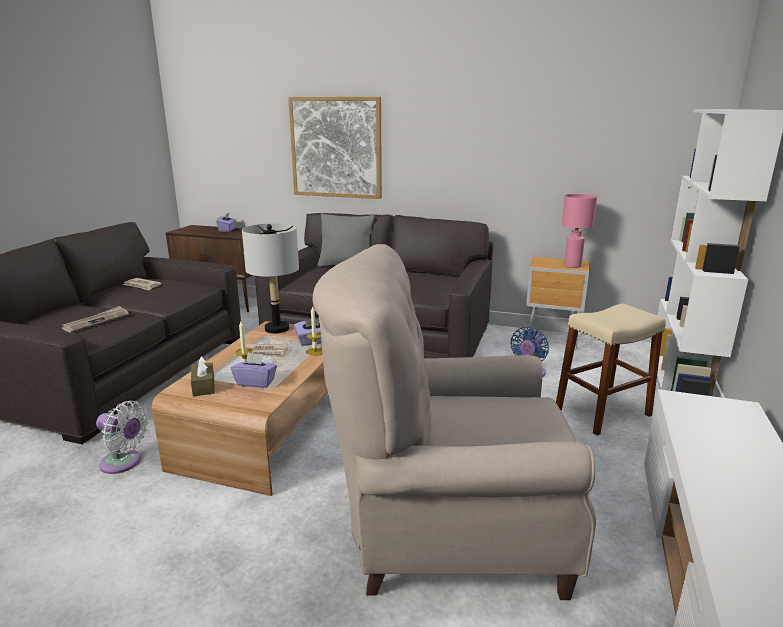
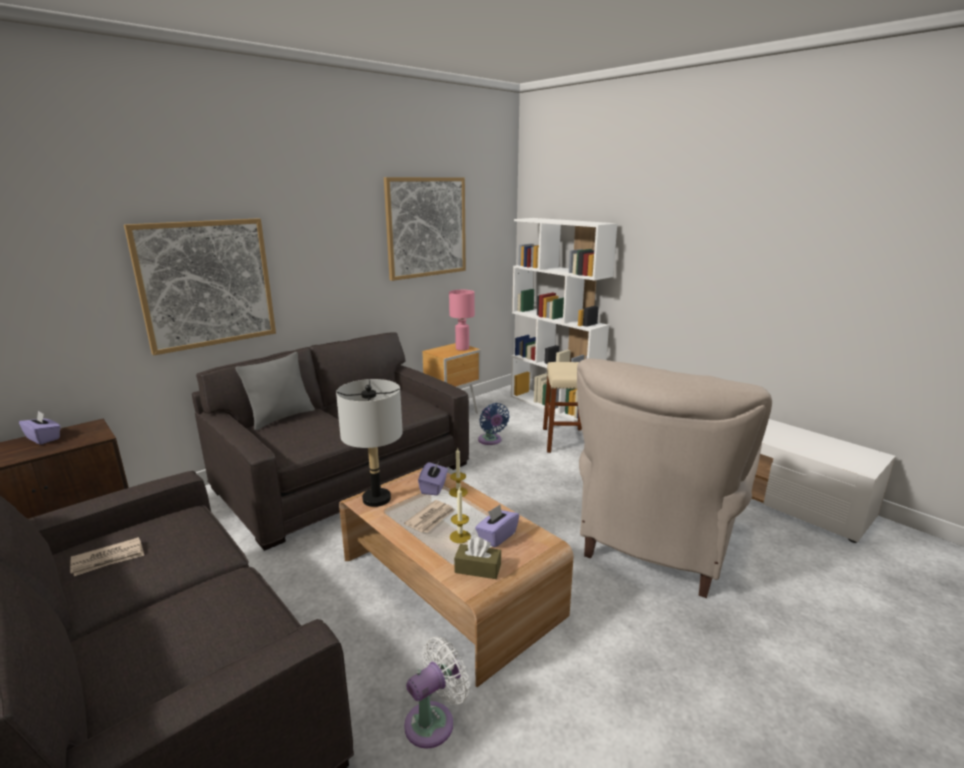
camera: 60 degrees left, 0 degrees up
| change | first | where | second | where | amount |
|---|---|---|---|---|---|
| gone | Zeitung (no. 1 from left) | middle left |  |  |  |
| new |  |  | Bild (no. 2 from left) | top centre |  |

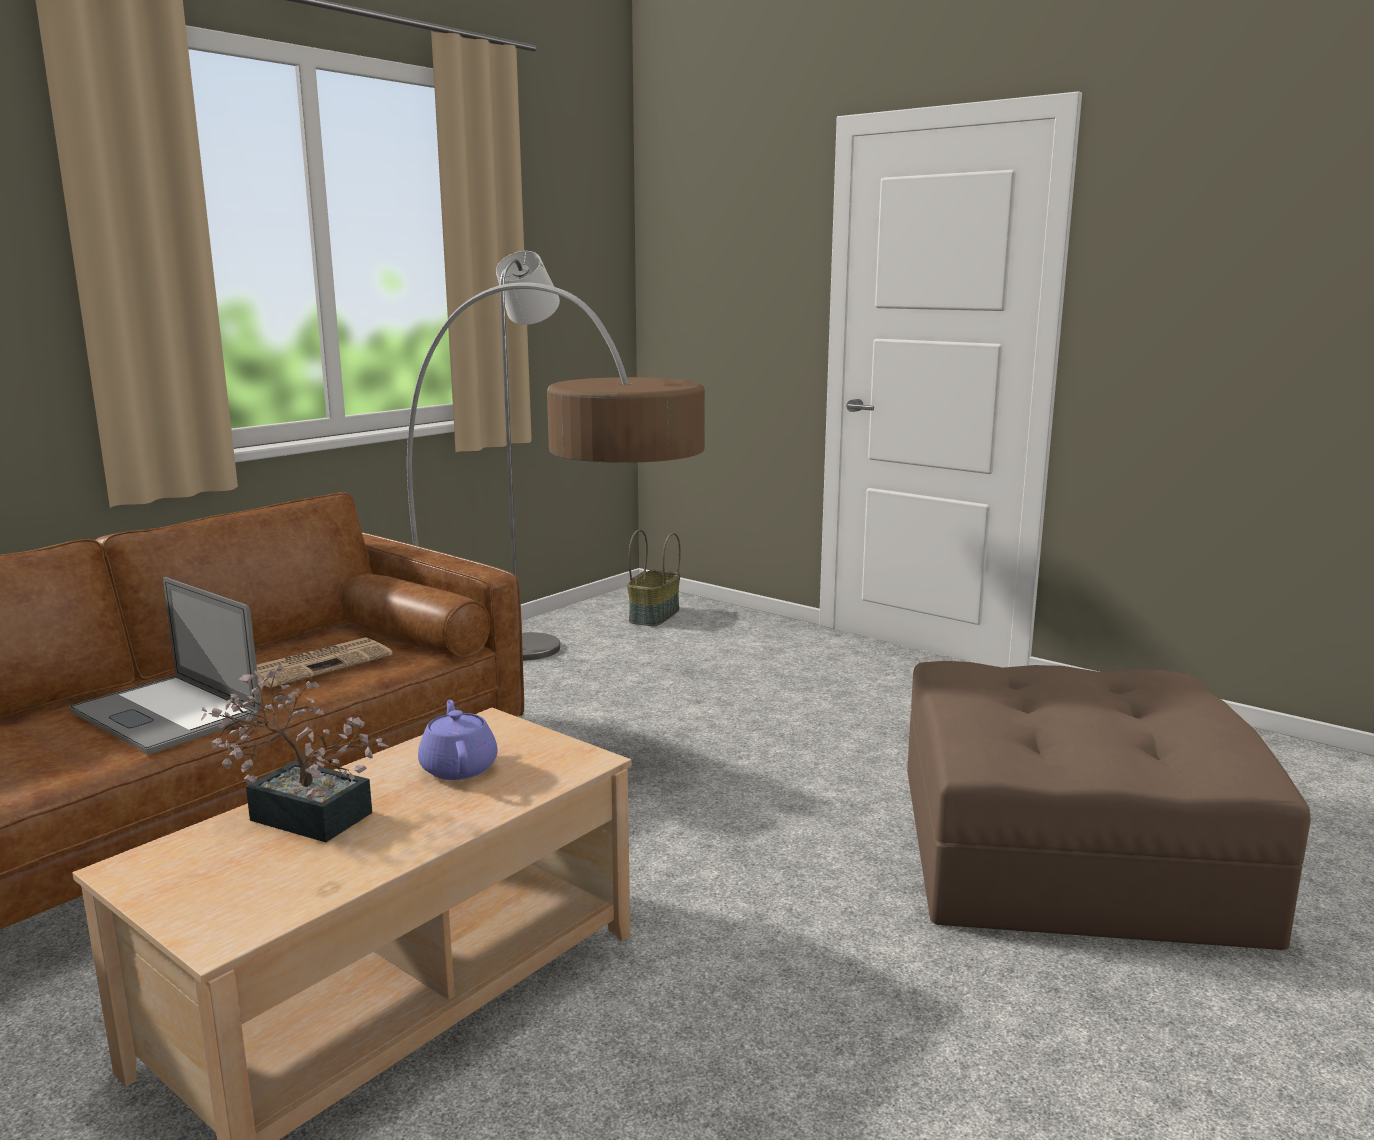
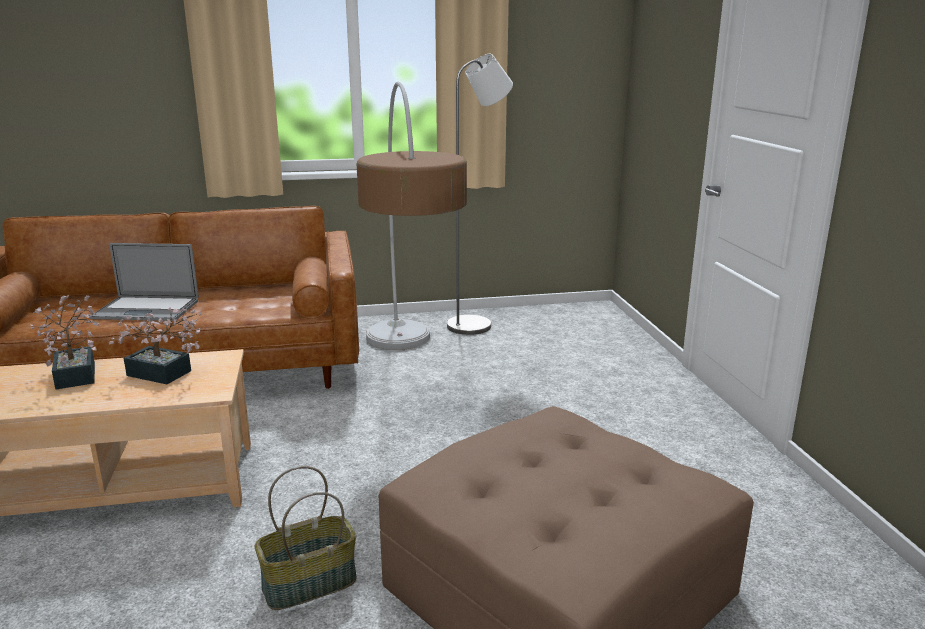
camera: 40 degrees right, 5 degrees up
| change | first | where | second | where | amount |
|---|---|---|---|---|---|
| rotated | Laptop | middle left |  | middle left | 75 degrees counterclockwise |
| gone | Zeitung | middle left |  |  |  |
| swapped | Teekanne/lila | centre | Topfpflanze (no. 2 from left) | middle left |  |
| shifted | Korb | centre |  | bottom left |  |

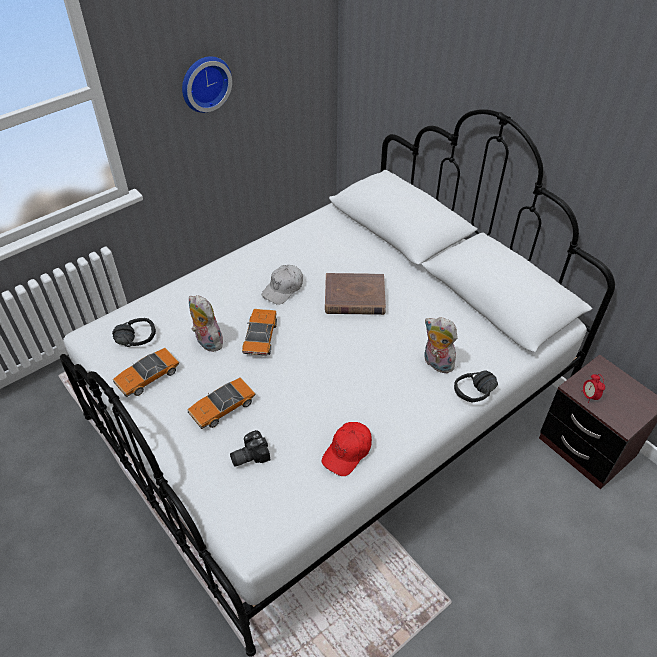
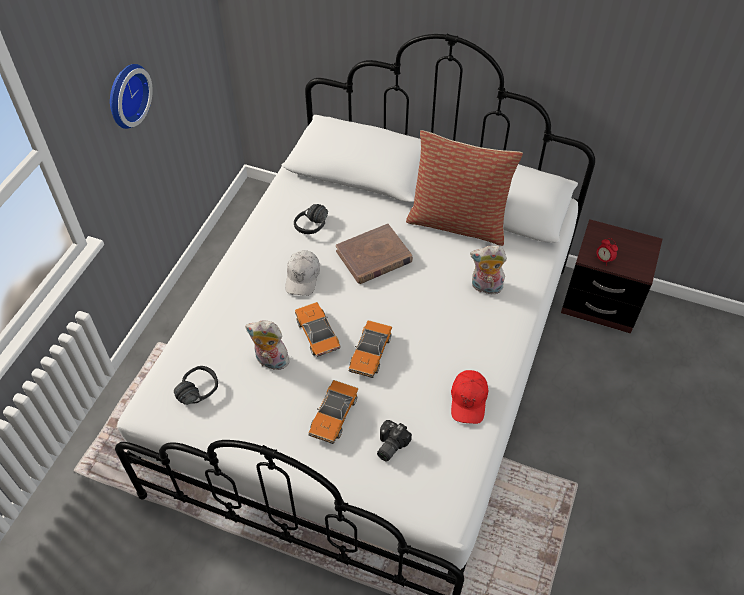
camera: 30 degrees left, 5 degrees up
| change | first | where | second | where | amount |
|---|---|---|---|---|---|
| shifted | Spielzeugauto (no. 1 from left in the first image) | middle left | Spielzeugauto (no. 3 from left) | centre |  |
| shifted | Kopfhörer/schwarz (no. 2 from left) | middle right |  | centre |  |
| new |  |  | Kissen | top centre |  |

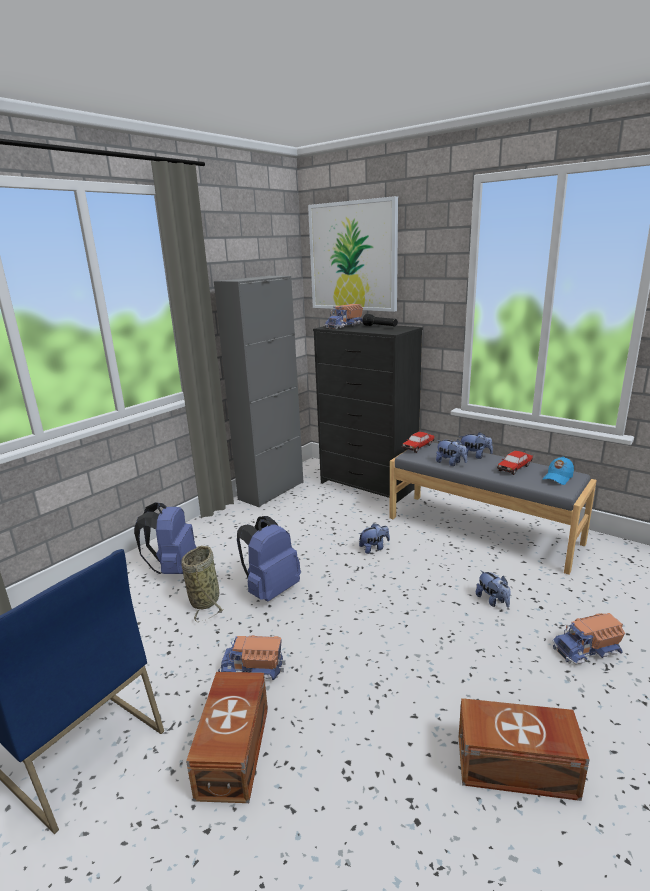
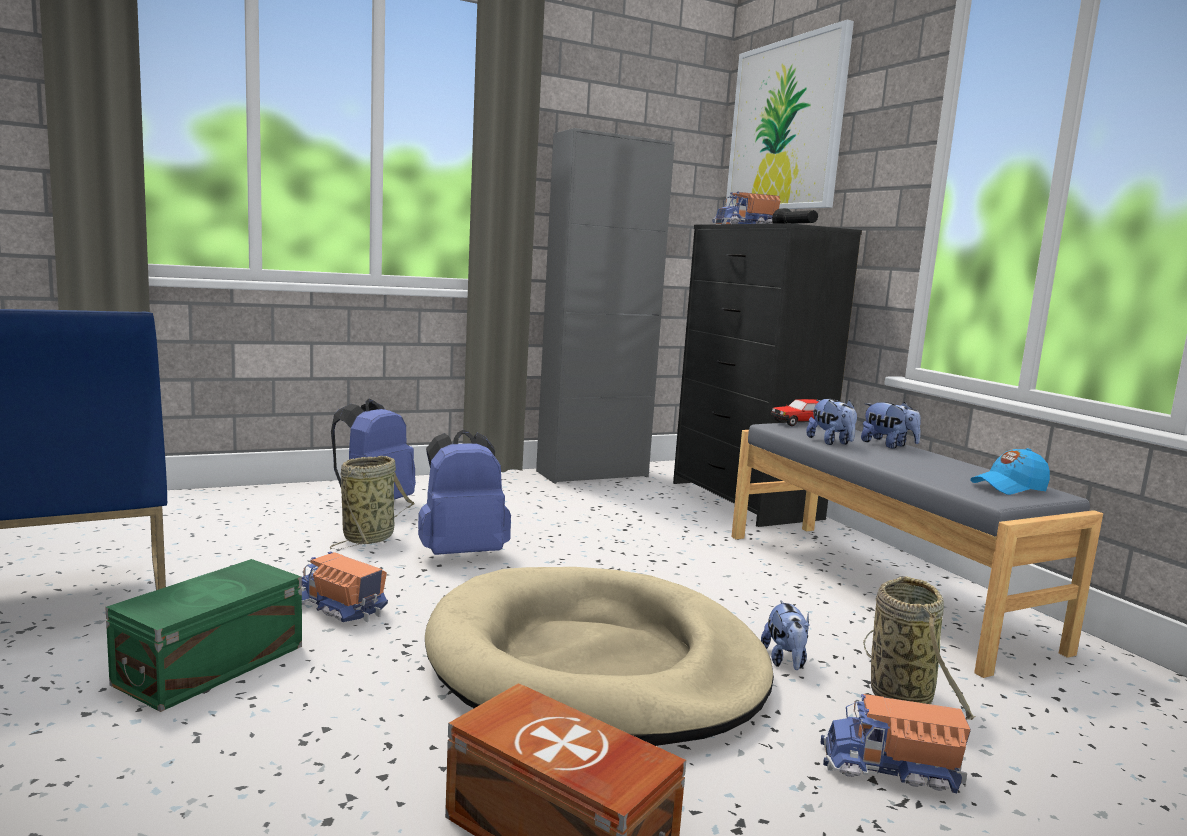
camera: 25 degrees right, 10 degrees down
| change | first | where | second | where | amount |
|---|---|---|---|---|---|
| repainted | Aufbewahrungsbox/braun (no. 1 from left) | bottom centre | Aufbewahrungsbox/grün | bottom left |  |
| gone | Plüschtier (no. 1 from left) | centre |  |  |  |
| gone | Spielzeugauto (no. 2 from left) | middle right |  |  |  |
| new |  |  | Hundebett/beige | bottom centre |  |
| new |  |  | Korb (no. 2 from left) | bottom right |  |

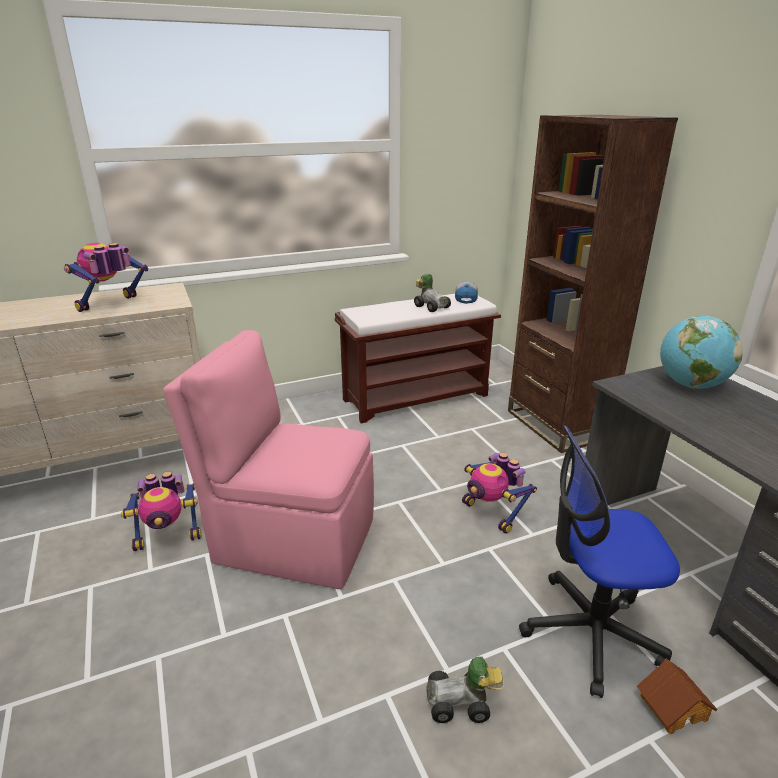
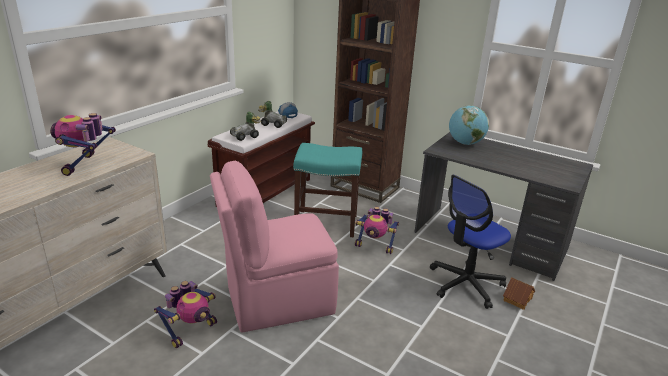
camera: 35 degrees left, 0 degrees up
| change | first | where | second | where | amount |
|---|---|---|---|---|---|
| shifted | Spielzeugauto (no. 2 from left in the first image) | bottom centre | Spielzeugauto (no. 1 from left) | centre |  |
| new |  |  | Hocker/türkis | centre |  |

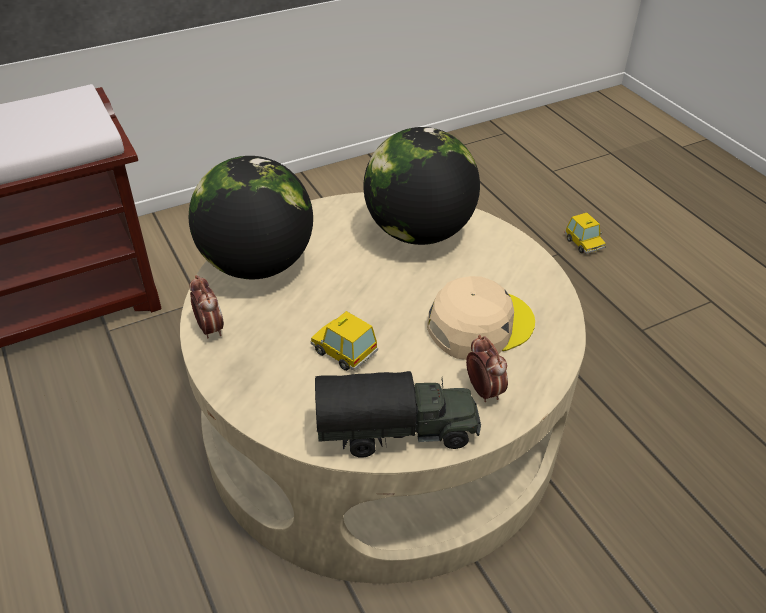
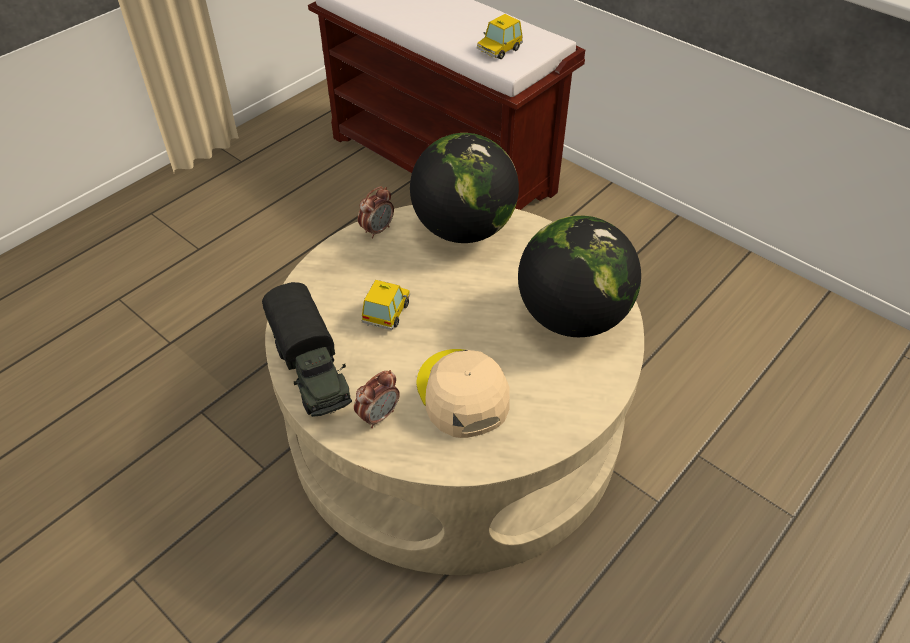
camera: 70 degrees right, 5 degrees up
| change | first | where | second | where | amount |
|---|---|---|---|---|---|
| rotated | Kappe/beige | centre |  | centre | 150 degrees counterclockwise |
| shifted | Spielzeugauto (no. 2 from left) | middle right |  | top centre |  |

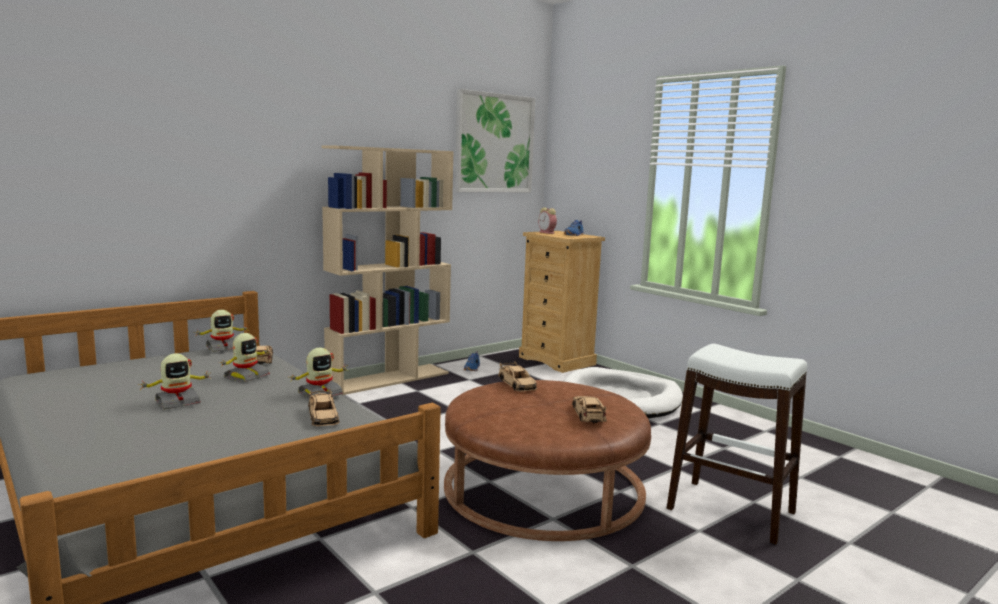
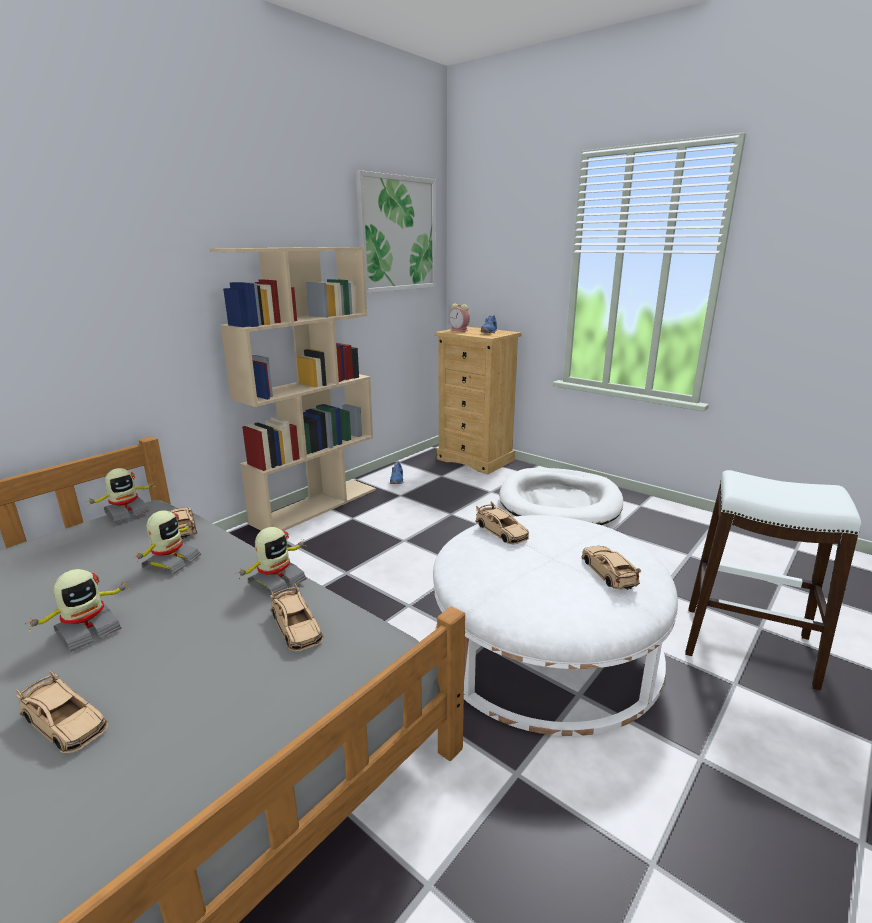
camera: 10 degrees left, 10 degrees up
| change | first | where | second | where | amount |
|---|---|---|---|---|---|
| repainted | Polsterhocker/braun | bottom centre | Polsterhocker/weiß | bottom centre |  |
| new |  |  | Spielzeugauto/beige (no. 1 from left) | bottom left |  |

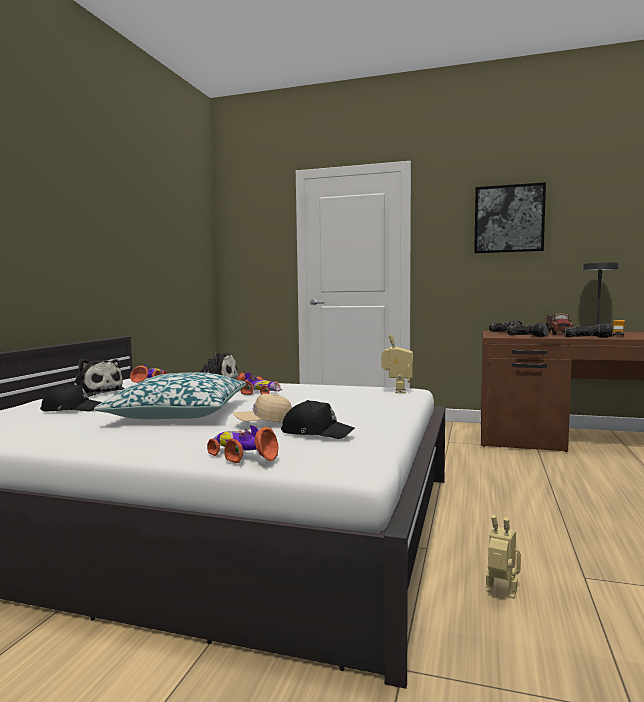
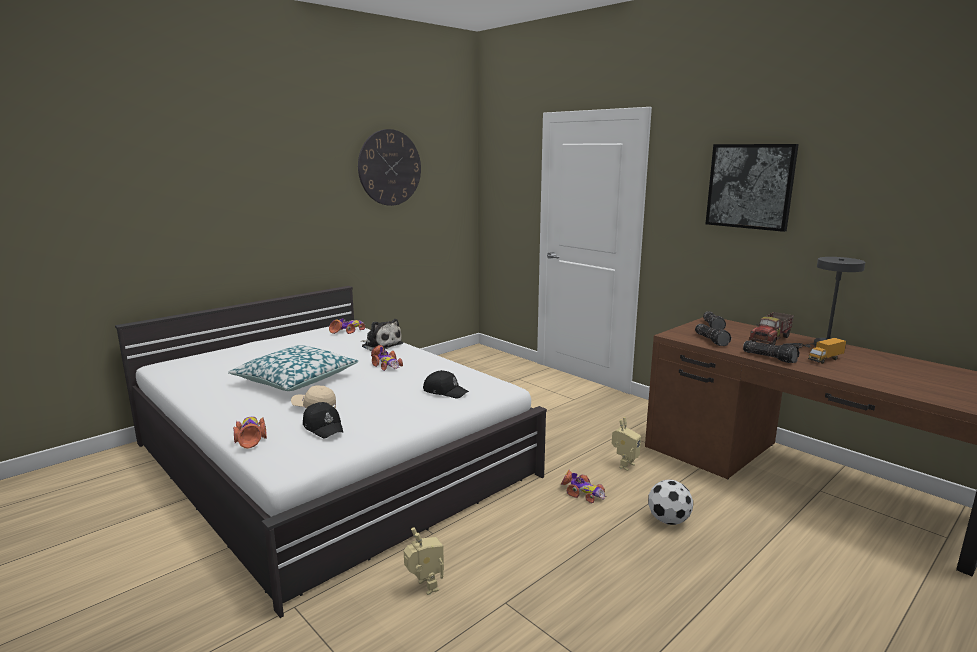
camera: 30 degrees right, 10 degrees up
| change | first | where | second | where | amount |
|---|---|---|---|---|---|
| shifted | Kappe/schwarz (no. 1 from left in the first image) | middle left | Kappe/schwarz (no. 2 from left) | centre |  |
| gone | Plüschtier (no. 1 from left) | middle left |  |  |  |
| shifted | Spielzeugroboter (no. 1 from left in the first image) | centre | Spielzeugroboter (no. 2 from left) | bottom centre |  |
| new |  |  | Wanduhr | top centre |  |
| new |  |  | Spielzeugauto (no. 4 from left) | bottom centre |  |
| new |  |  | Fußball | bottom right |  |

